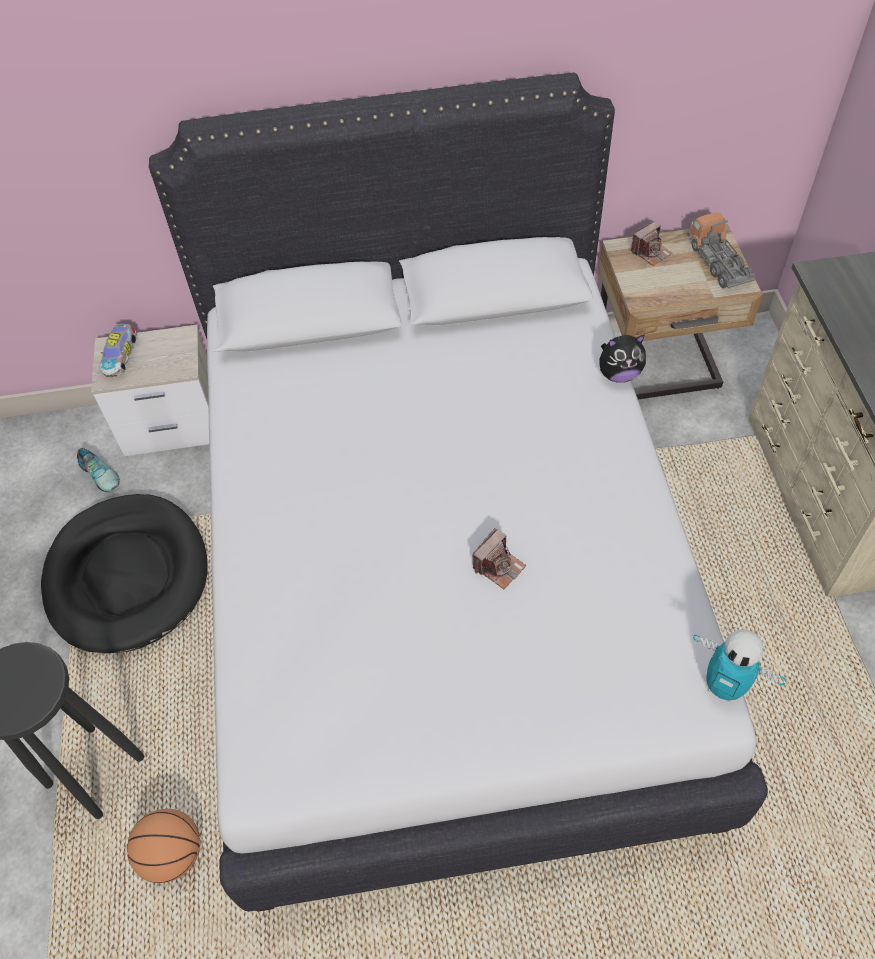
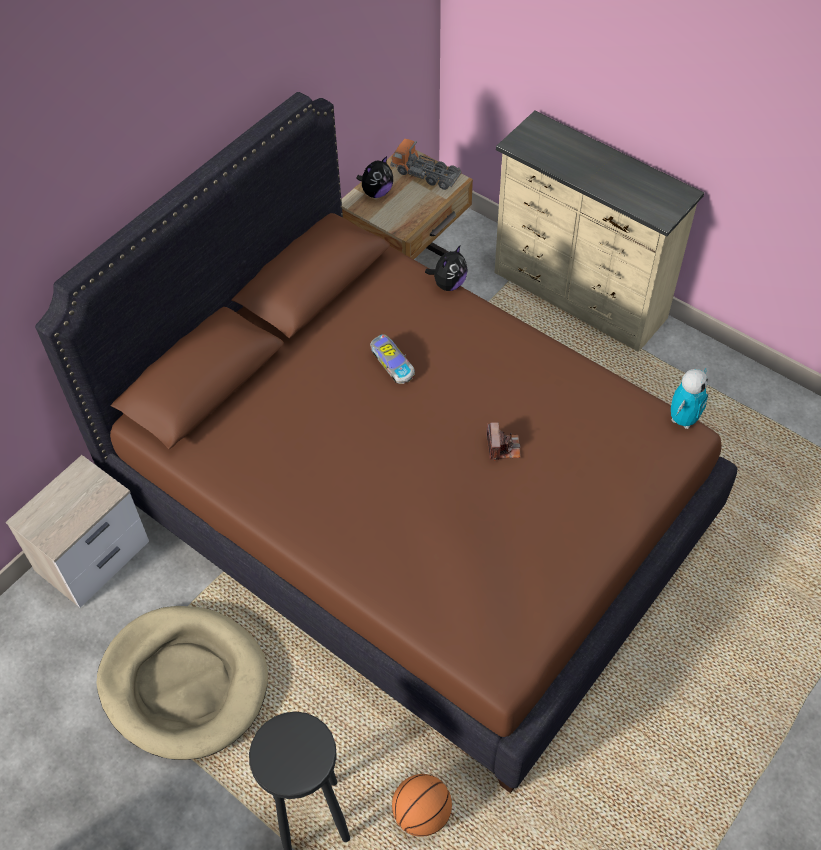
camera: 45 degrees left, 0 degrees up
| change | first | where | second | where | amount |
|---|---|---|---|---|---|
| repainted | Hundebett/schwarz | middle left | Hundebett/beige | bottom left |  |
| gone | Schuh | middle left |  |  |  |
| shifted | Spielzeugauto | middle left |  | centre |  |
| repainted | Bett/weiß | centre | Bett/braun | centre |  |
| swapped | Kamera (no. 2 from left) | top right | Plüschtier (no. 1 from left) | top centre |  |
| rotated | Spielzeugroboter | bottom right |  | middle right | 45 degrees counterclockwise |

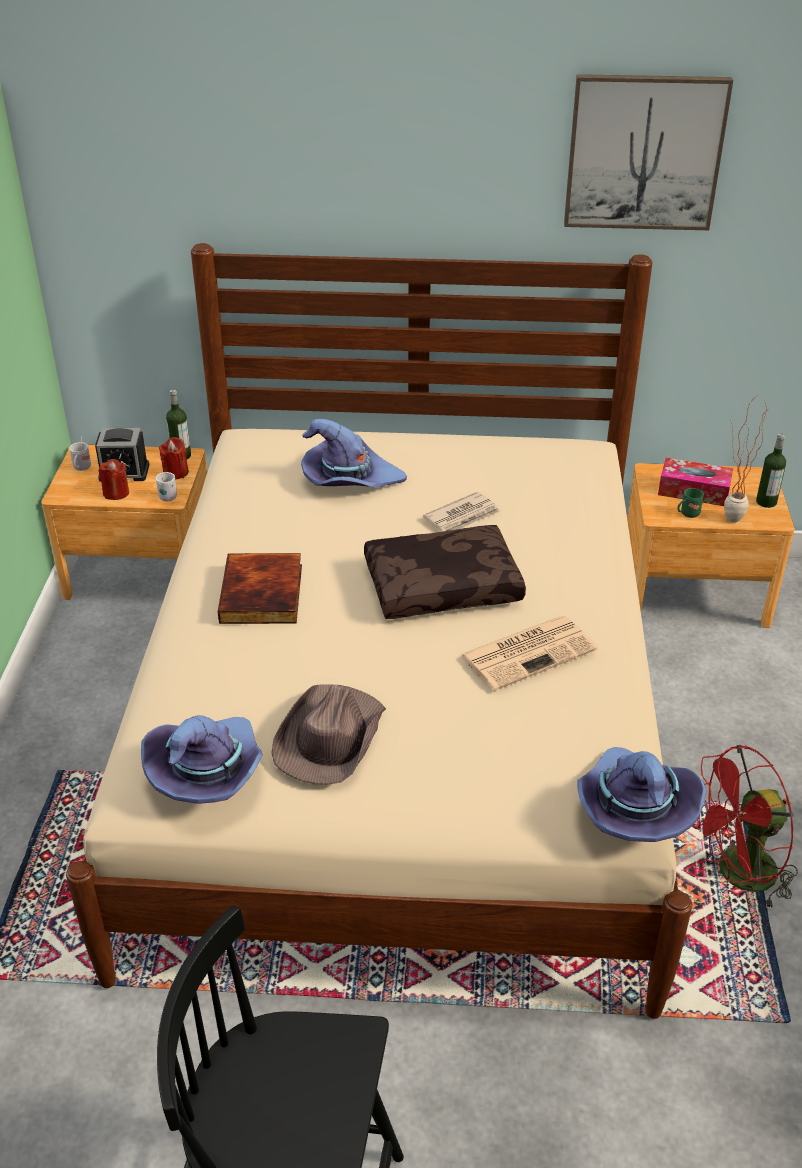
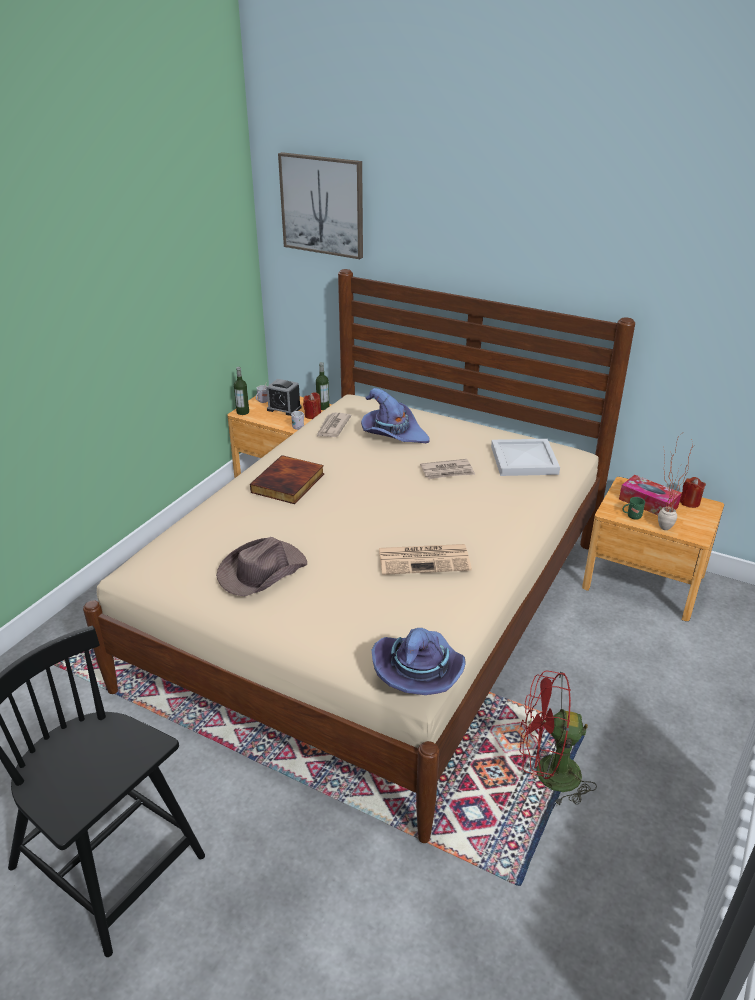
camera: 25 degrees right, 5 degrees down
| change | first | where | second | where | amount |
|---|---|---|---|---|---|
| shifted | Kerze/rot (no. 1 from left in the first image) | middle left | Kerze/rot (no. 2 from left) | middle right |  |
| gone | Hut/lila (no. 1 from left) | middle left |  |  |  |
| gone | Kissen/braun | centre |  |  |  |
| shifted | Bild | top right |  | top centre |  |
| shifted | Flasche (no. 2 from left in the first image) | middle right | Flasche (no. 1 from left) | middle left |  |
| new |  |  | Zeitung (no. 1 from left) | centre |  |
| new |  |  | Tablett/weiß | middle right |  |

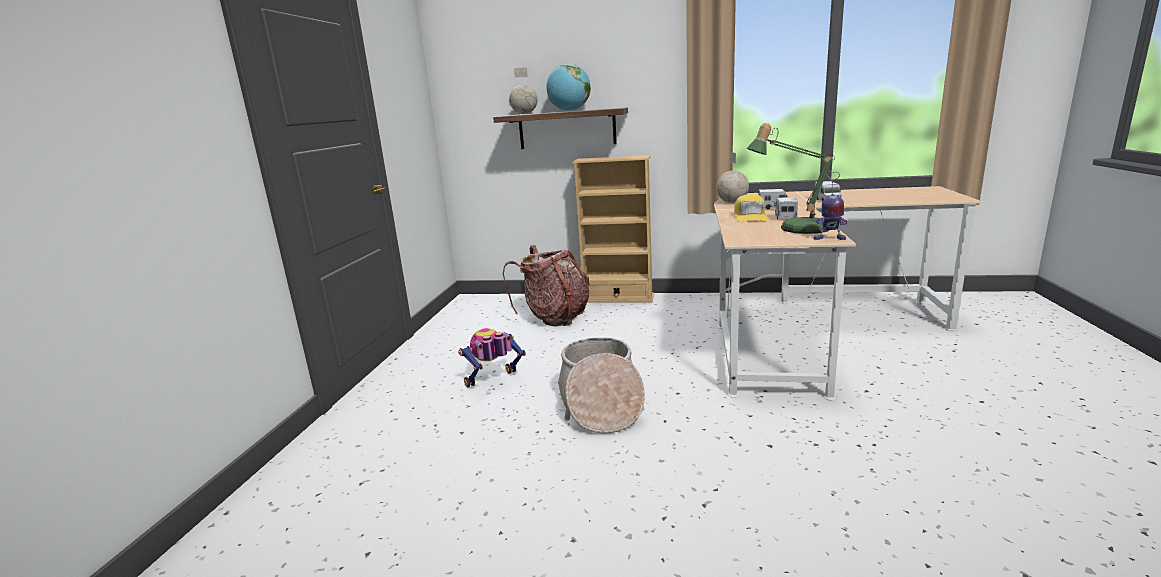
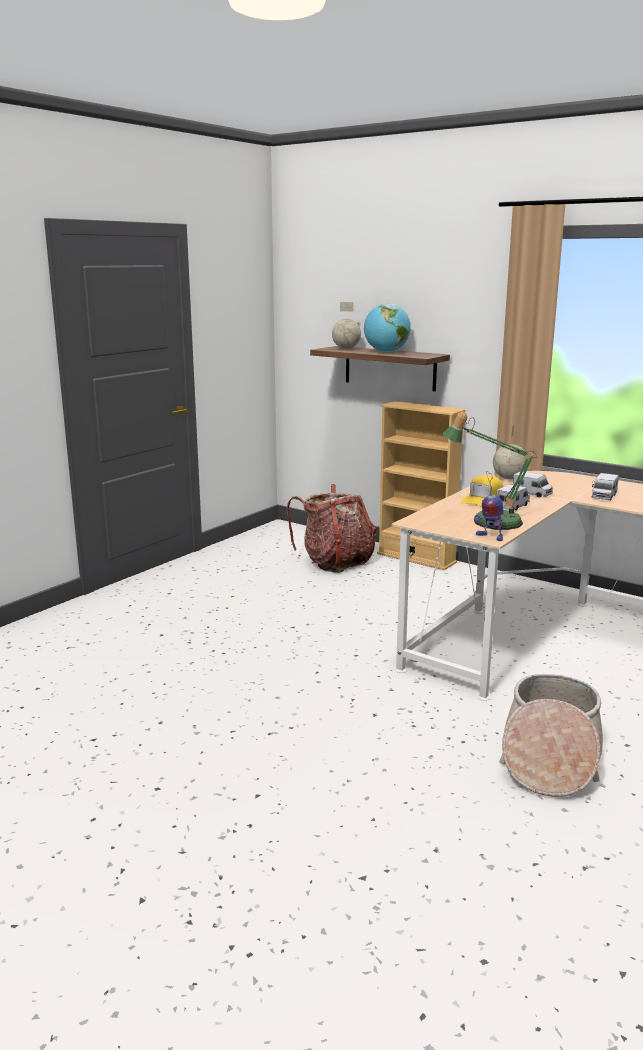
camera: 25 degrees right, 0 degrees up
| change | first | where | second | where | amount |
|---|---|---|---|---|---|
| gone | Spielzeugroboter (no. 1 from left) | centre |  |  |  |
| shifted | Korb | bottom centre |  | bottom right |  |

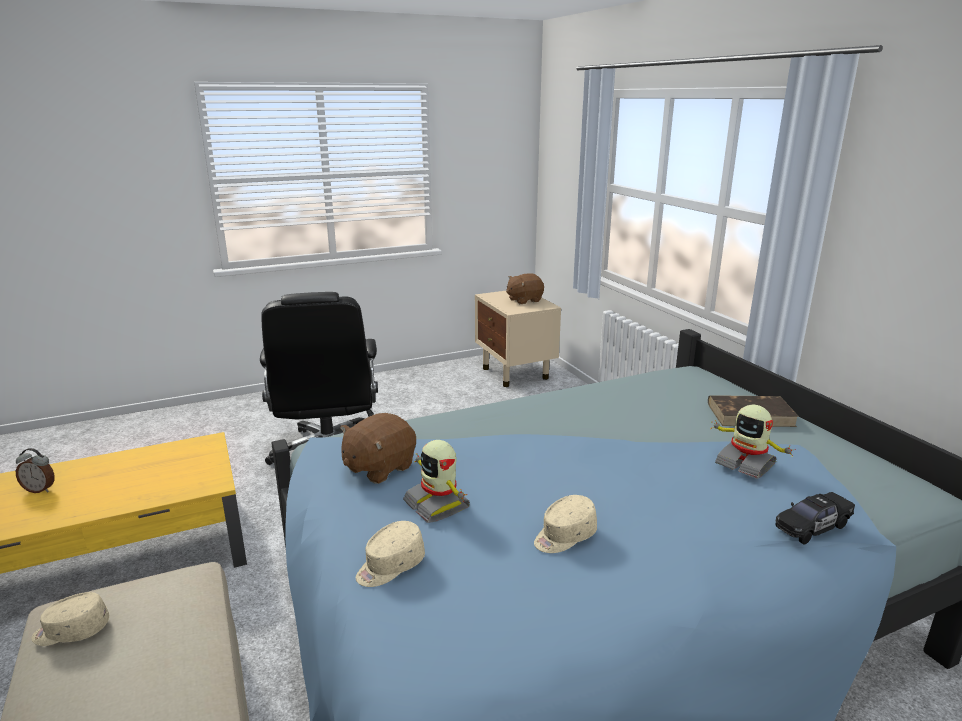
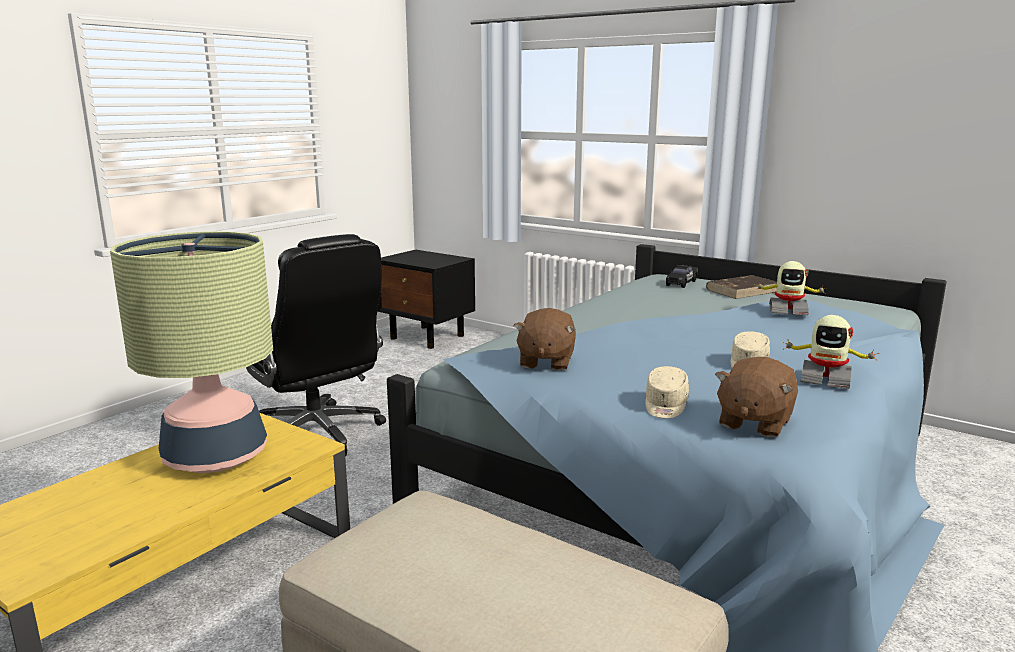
camera: 30 degrees left, 5 degrees down
| change | first | where | second | where | amount |
|---|---|---|---|---|---|
| gone | Wecker | middle left |  |  |  |
| gone | Kappe/beige (no. 1 from left) | bottom left |  |  |  |
| shifted | Spielzeugroboter (no. 1 from left in the first image) | bottom centre | Spielzeugroboter (no. 2 from left) | middle right |  |
| repainted | Nachttisch/beige | centre | Nachttisch/schwarz | centre |  |
| shifted | Plüschtier/braun (no. 2 from left) | centre |  | middle right |  |
| shifted | Spielzeugauto/schwarz | bottom right |  | middle right |  |
| new |  |  | Tischlampe | middle left |  |

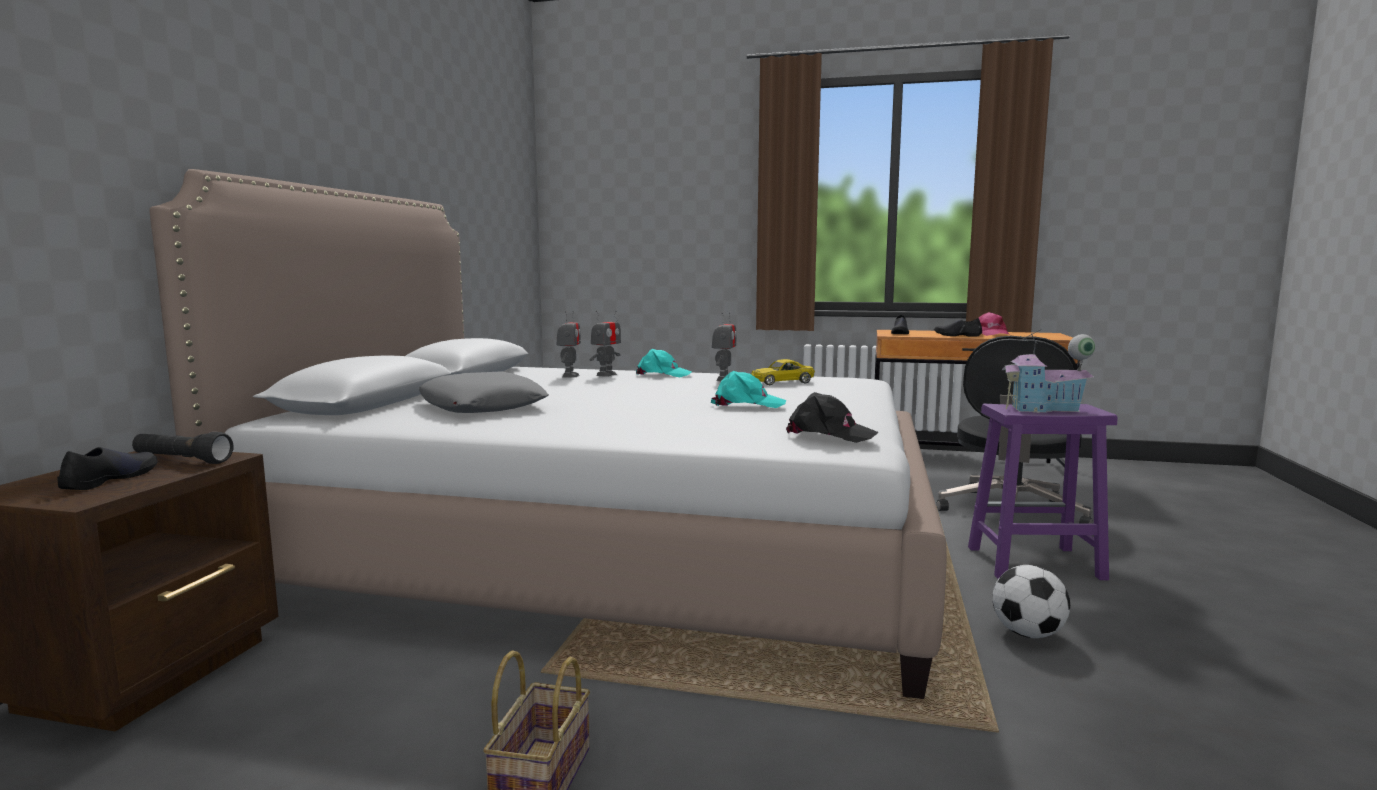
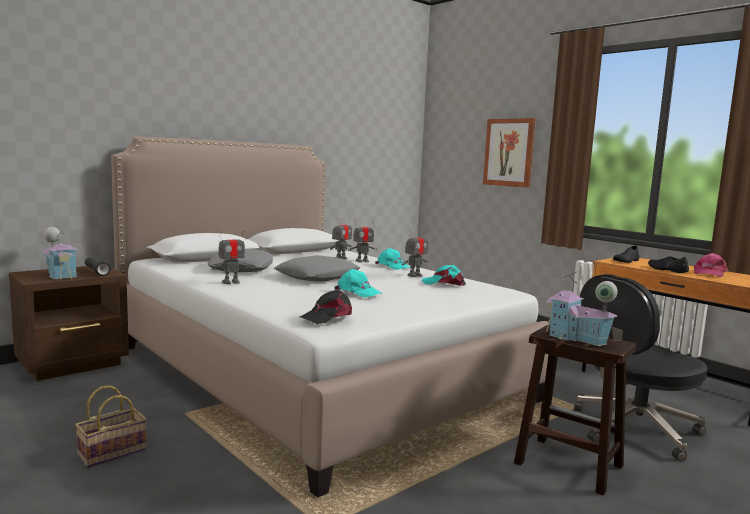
camera: 35 degrees right, 0 degrees up
| change | first | where | second | where | amount |
|---|---|---|---|---|---|
| swapped | Schuh/schwarz (no. 1 from left) | middle left | Spielzeughaus (no. 1 from left) | middle left |  |
| swapped | Spielzeugauto/gelb | centre | Kappe/türkis (no. 3 from left) | centre |  |
| rotated | Kappe/schwarz | centre |  | centre | 75 degrees clockwise |
| repainted | Hocker/lila | middle right | Hocker/braun | bottom right |  |
| gone | Fußball | bottom right |  |  |  |
| new |  |  | Spielzeugroboter (no. 1 from left) | middle left |  |
| new |  |  | Kissen/grau (no. 2 from left) | centre |  |
| new |  |  | Bild | top right |  |

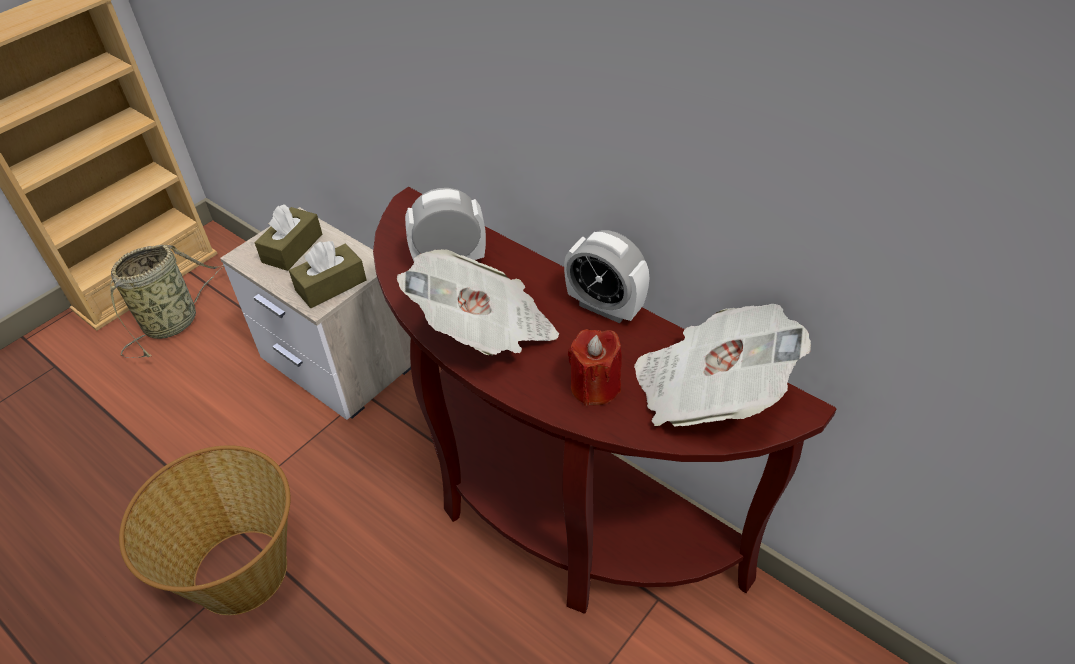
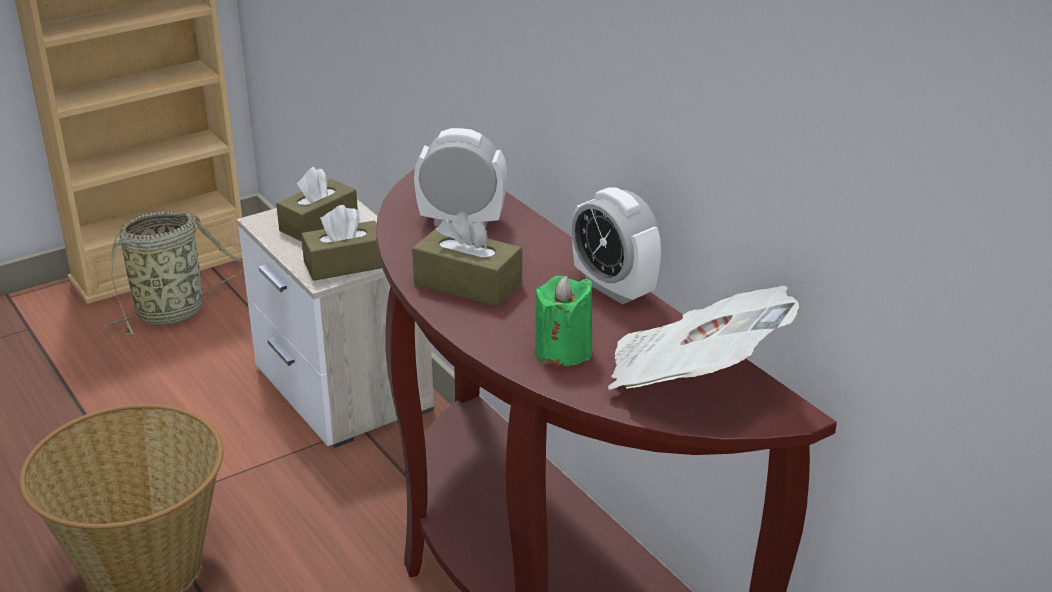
camera: 15 degrees right, 15 degrees down
| change | first | where | second | where | amount |
|---|---|---|---|---|---|
| swapped | Zeitung (no. 1 from left) | centre | Taschentuchbox/braun (no. 3 from left) | centre |  |
| repainted | Kerze/rot | centre | Kerze/grün | centre |  |

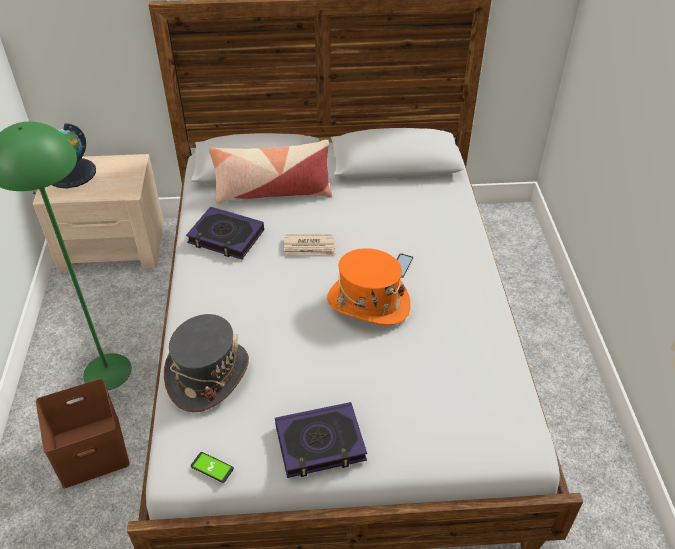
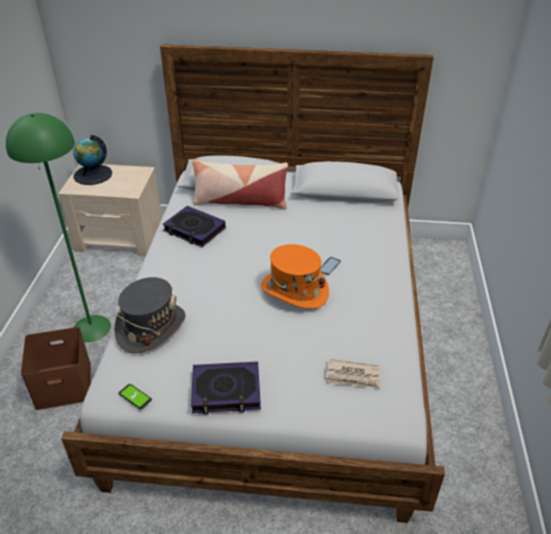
camera: 10 degrees right, 5 degrees down
| change | first | where | second | where | amount |
|---|---|---|---|---|---|
| shifted | Zeitung | centre |  | bottom centre |  |

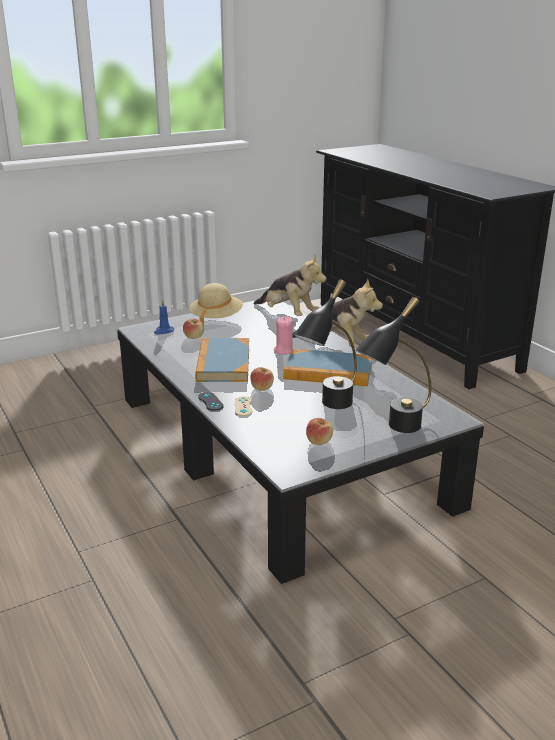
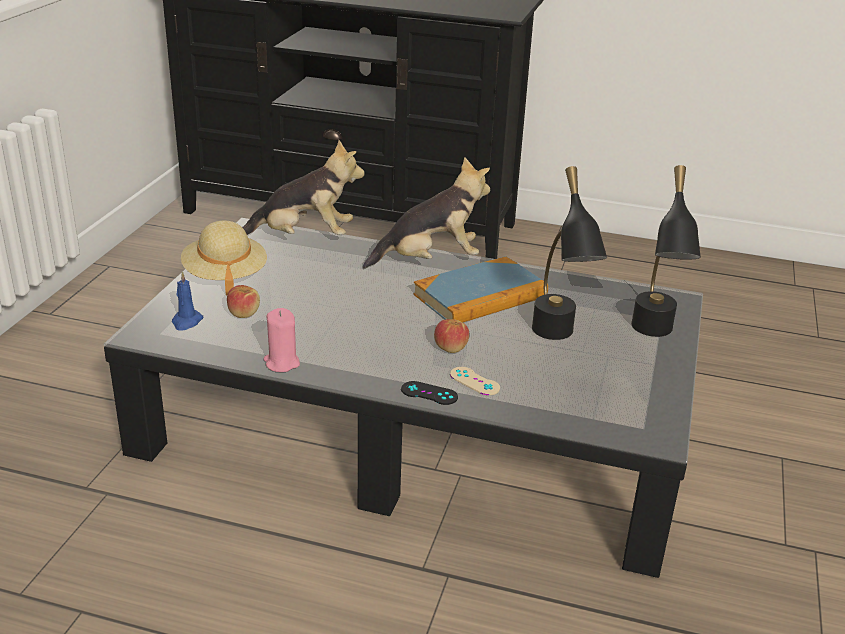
camera: 45 degrees left, 5 degrees up
| change | first | where | second | where | amount |
|---|---|---|---|---|---|
| gone | Buch (no. 1 from left) | centre |  |  |  |
| shifted | Kerze/rosa | centre |  | middle left |  |
| gone | Apfel (no. 3 from left) | centre |  |  |  |

